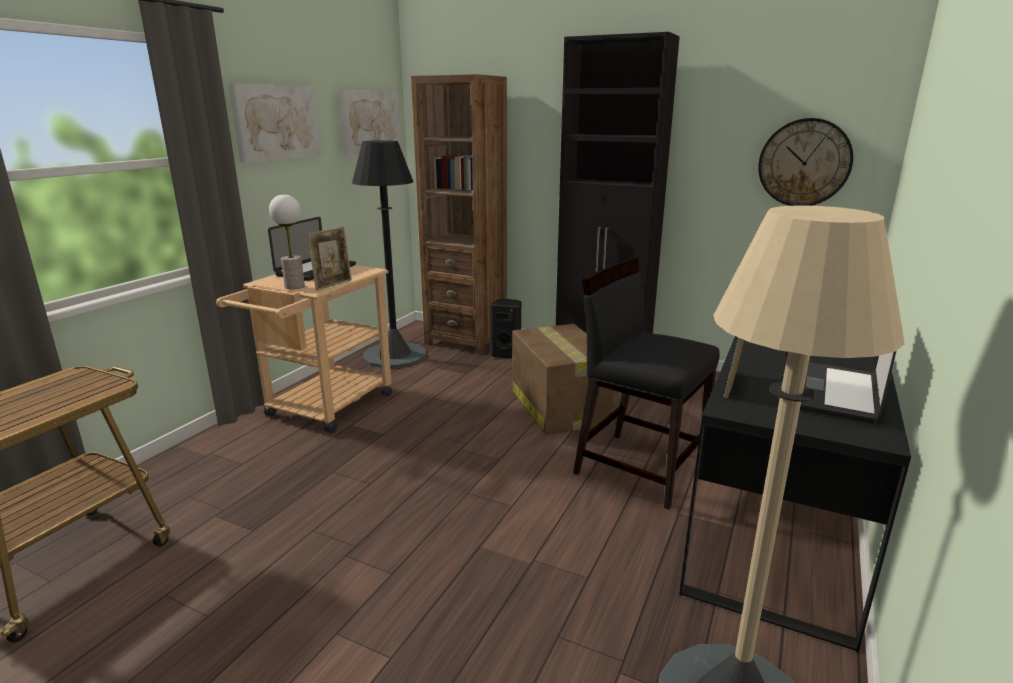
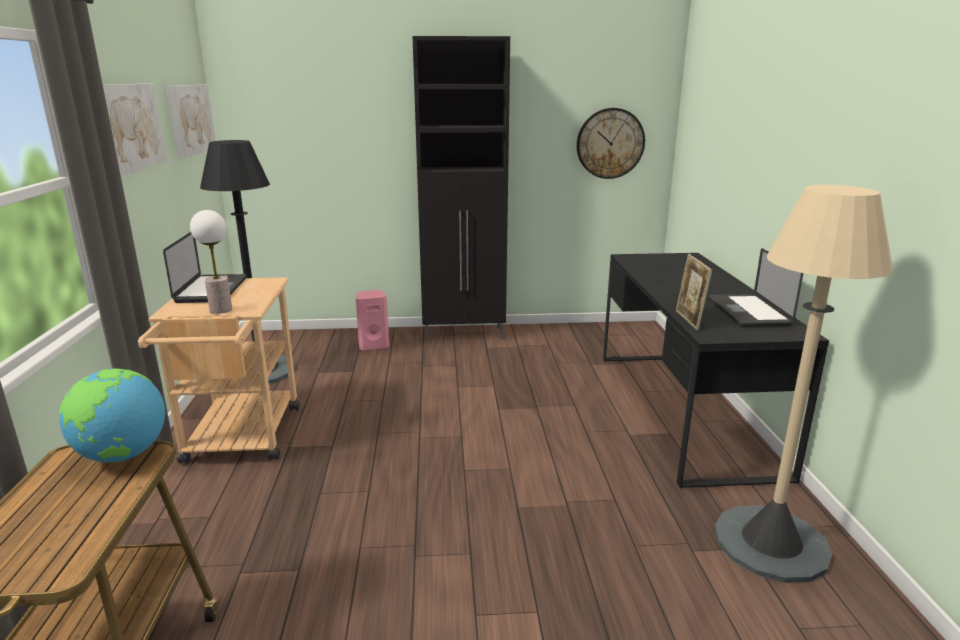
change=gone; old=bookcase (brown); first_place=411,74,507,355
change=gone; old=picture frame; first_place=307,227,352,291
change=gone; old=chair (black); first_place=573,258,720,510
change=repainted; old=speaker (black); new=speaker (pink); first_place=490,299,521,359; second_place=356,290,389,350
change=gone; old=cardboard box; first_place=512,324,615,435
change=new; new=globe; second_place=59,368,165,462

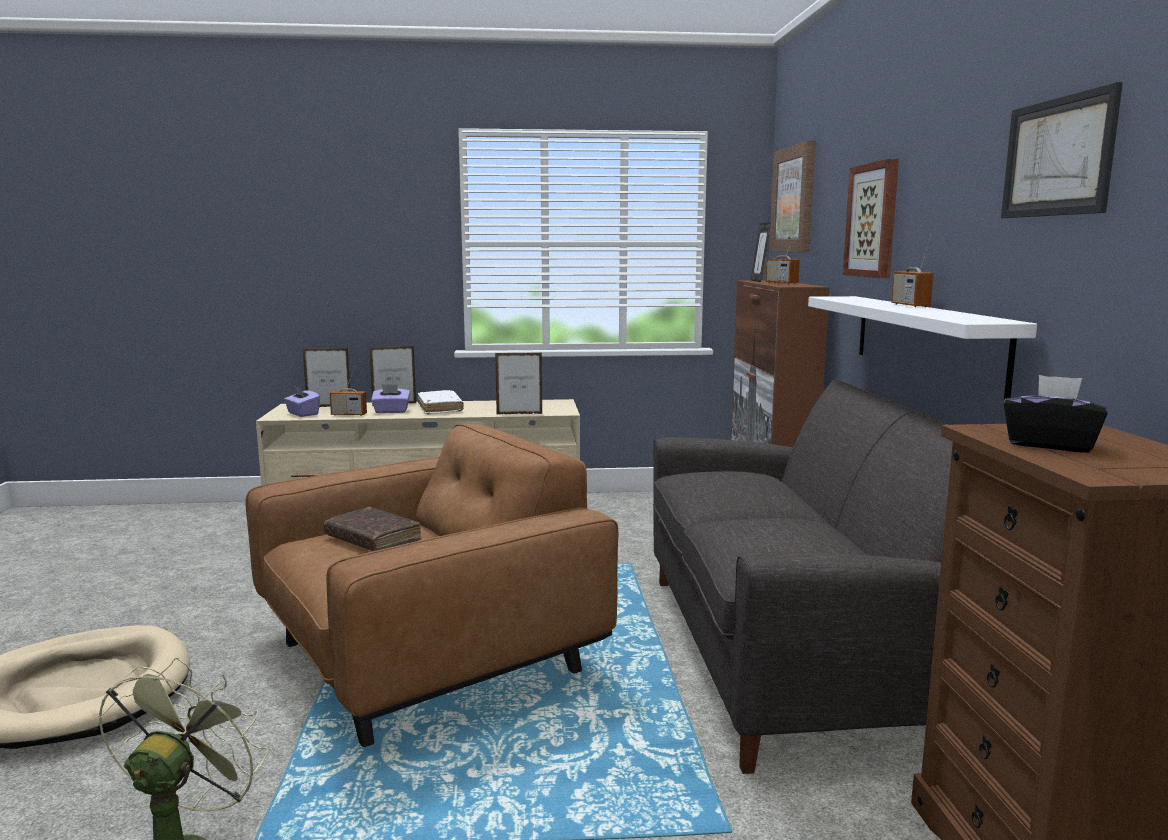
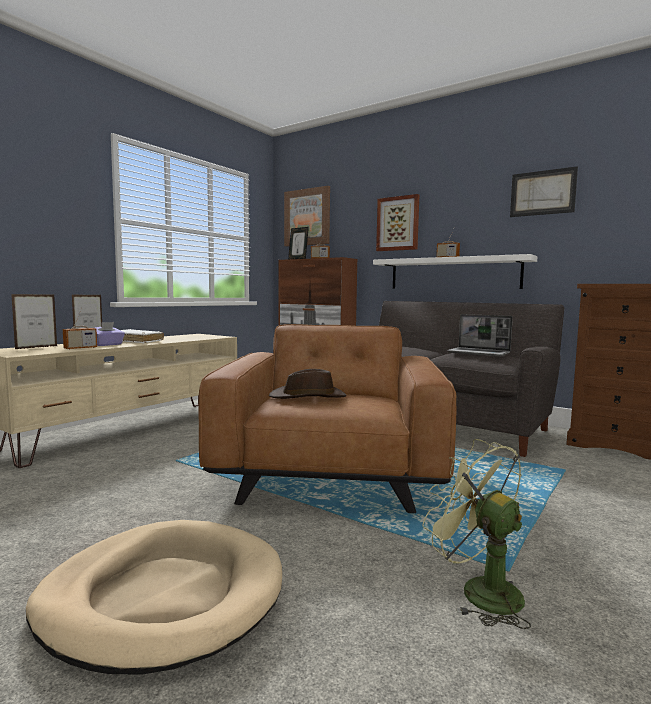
change=gone; old=picture frame; first_place=495,353,543,414
change=gone; old=tissue box (black); first_place=1004,375,1108,453
change=gone; old=tissue box (purple); first_place=284,385,320,417
change=swapped; old=book (brown); new=hat (brown); first_place=324,507,422,551; second_place=269,369,347,399
change=new; new=laptop; second_place=447,314,513,357

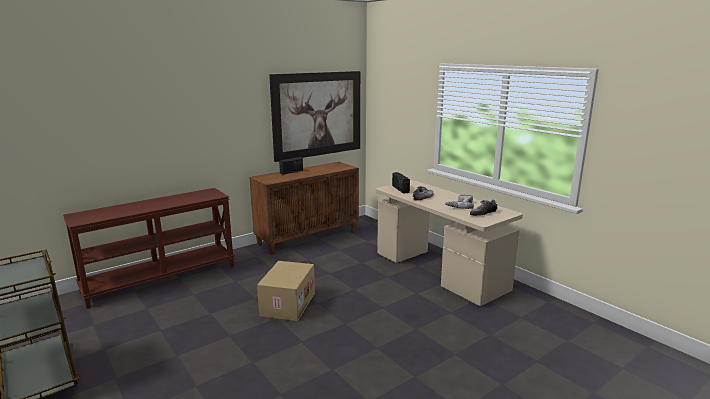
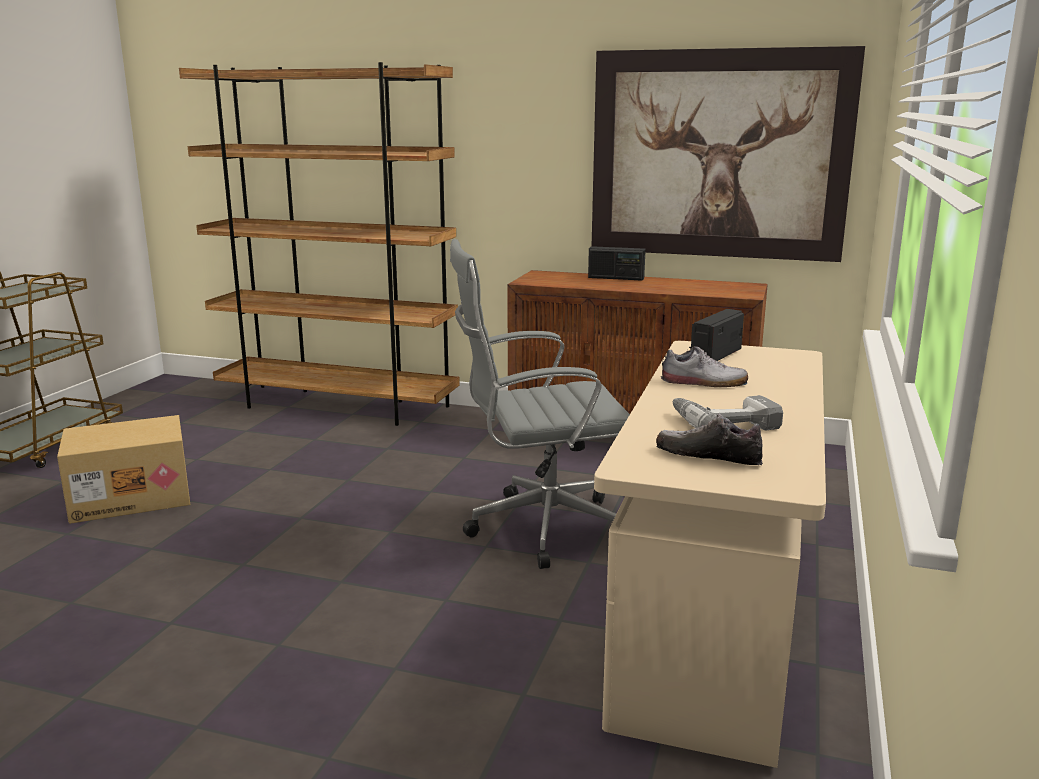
change=swapped; old=console table (brown); new=bookcase (brown); first_place=63,188,234,308; second_place=179,62,460,426
change=shifted; old=cardboard box; first_place=257,261,315,321; second_place=57,415,190,524
change=new; new=office chair (grey); second_place=450,239,630,569

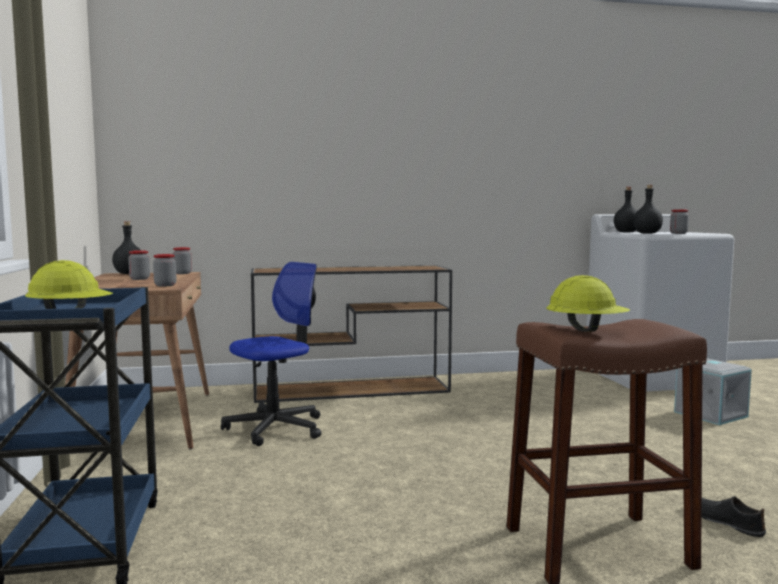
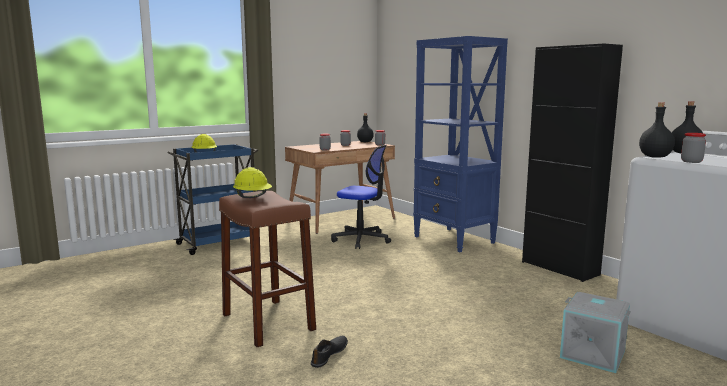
change=swapped; old=console table (brown); new=bookcase (blue); first_place=251,265,452,403; second_place=413,36,508,252
change=new; new=cabinet (black); second_place=522,43,623,282

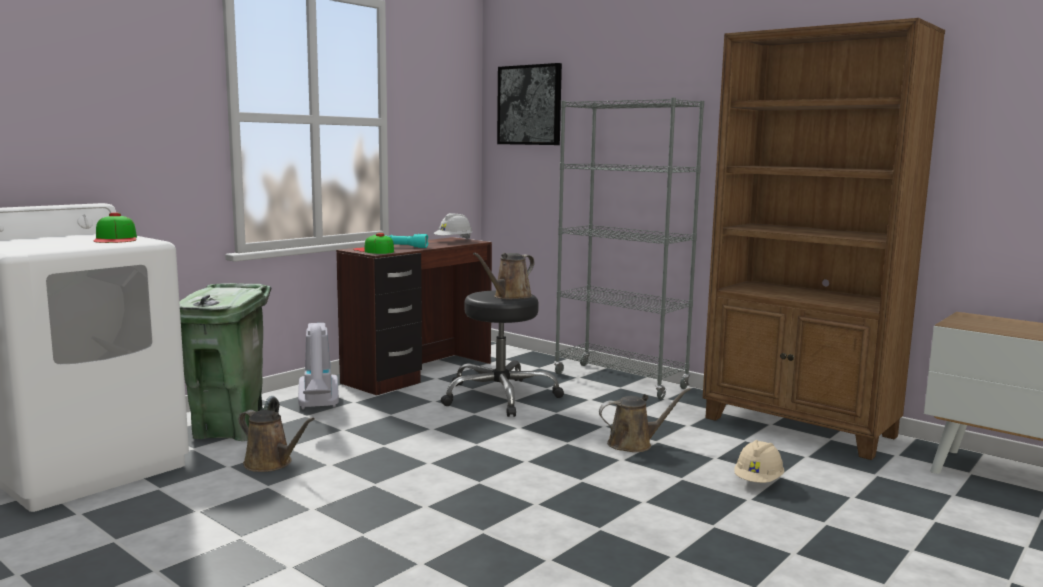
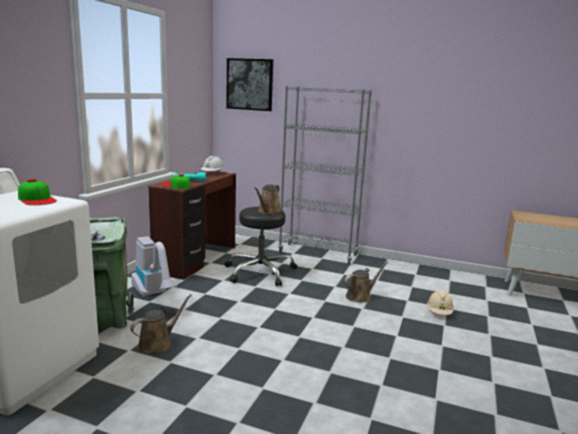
change=gone; old=bookcase (brown); first_place=703,18,945,460
change=rotated; old=watering can (brown); first_place=239,410,315,472; second_place=130,294,192,353; degrees=-60

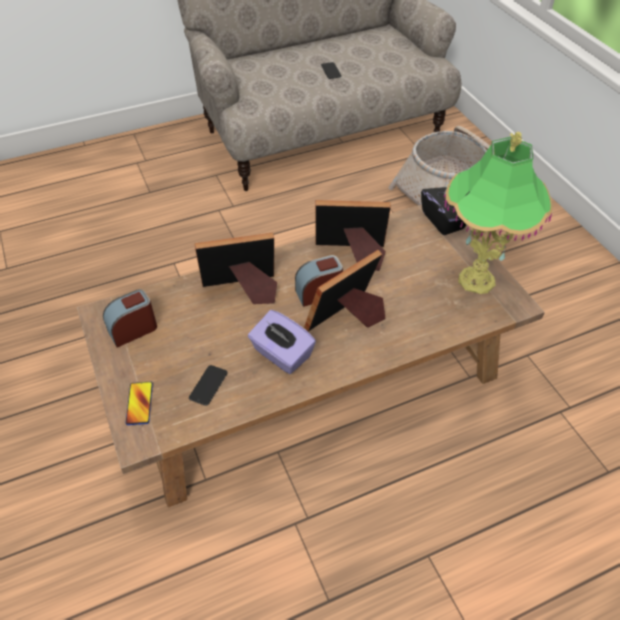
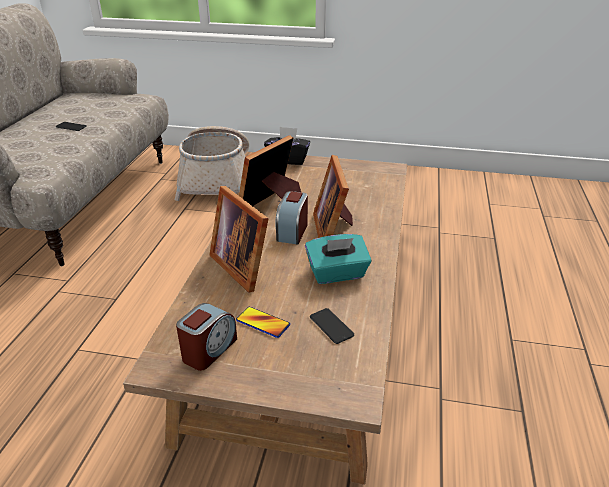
change=gone; old=table lamp; first_place=444,132,553,294
change=rotated; old=picture frame; first_place=195,233,277,304; second_place=209,186,269,293; degrees=-60
change=rotated; old=alarm clock; first_place=103,289,157,348; second_place=176,303,237,371; degrees=-150
change=repainted; old=tissue box (purple); new=tissue box (turquoise); first_place=248,310,316,374; second_place=305,234,372,284
change=shifted; old=phone; first_place=126,382,153,425; second_place=236,307,290,338

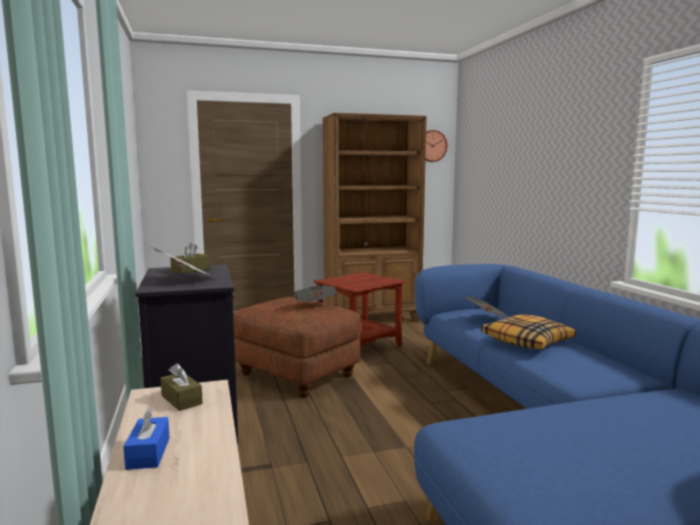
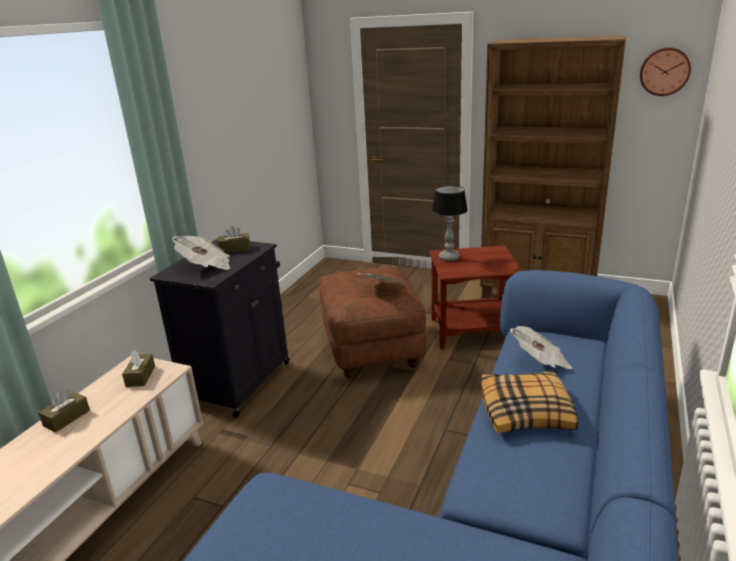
change=repainted; old=tissue box (blue); new=tissue box (brown); first_place=123,407,170,470; second_place=38,389,90,432
change=new; new=table lamp; second_place=432,185,468,261

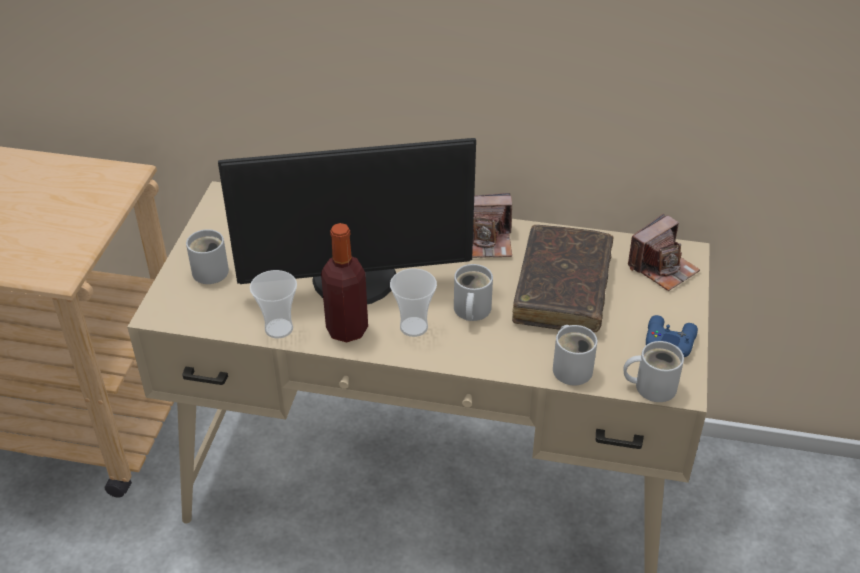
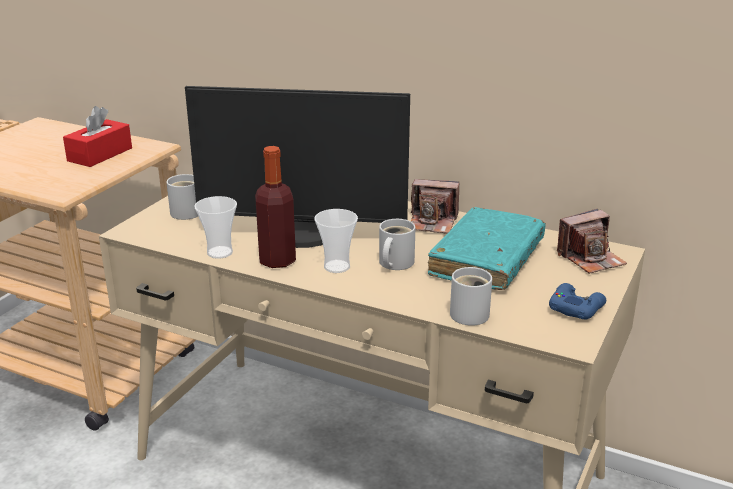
change=repainted; old=book (brown); new=book (turquoise); first_place=512,225,613,332; second_place=428,207,546,290
change=gone; old=mug (white); first_place=624,341,684,402
change=new; new=tissue box (red); second_place=63,106,132,167

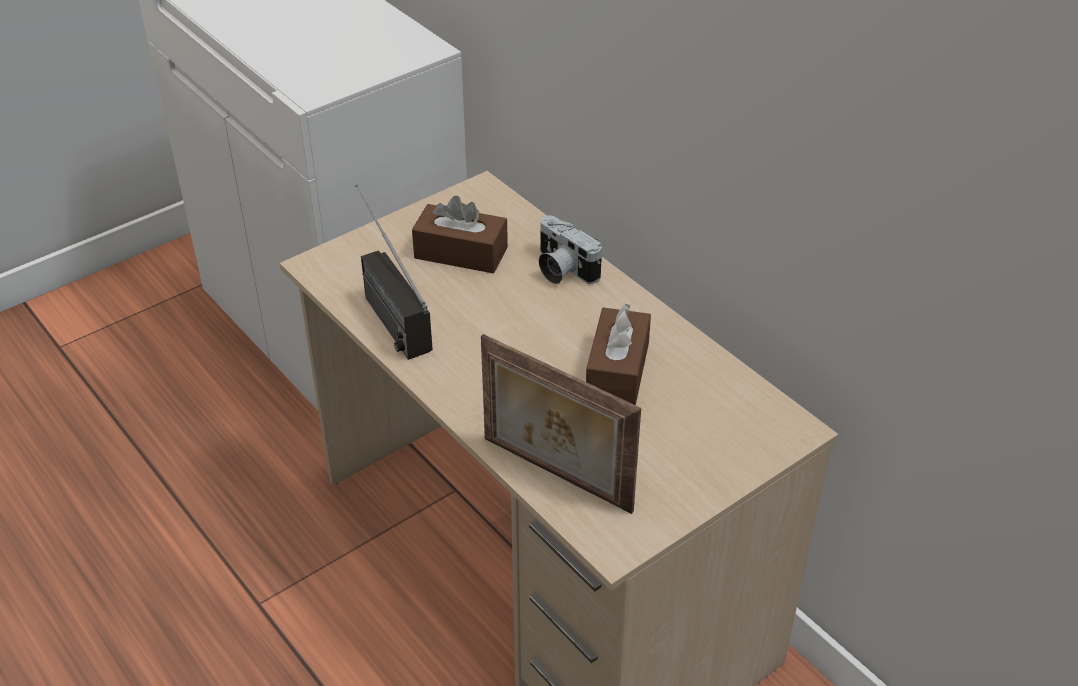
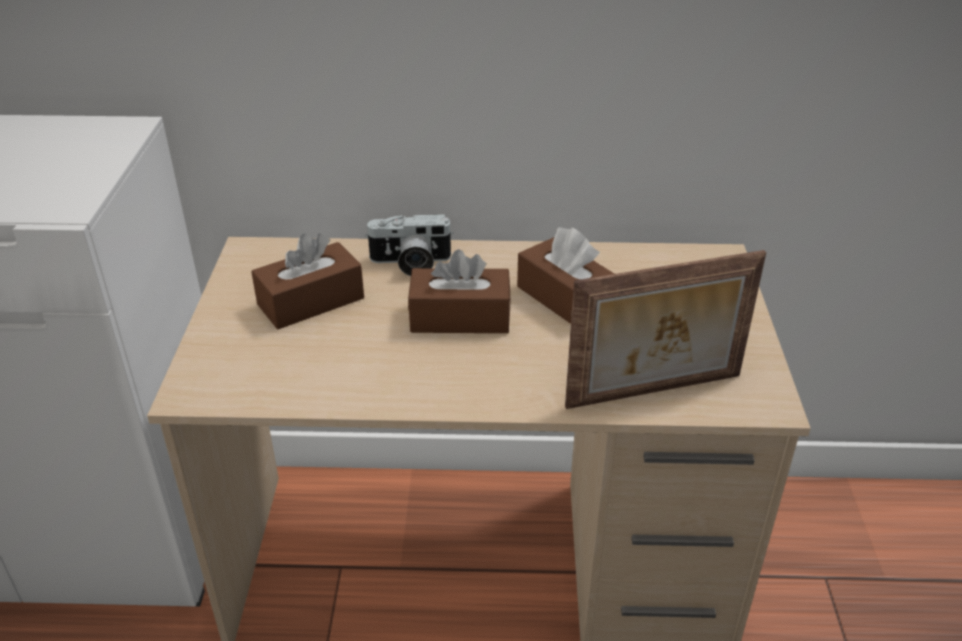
change=gone; old=radio; first_place=355,184,433,360
change=new; new=tissue box (brown); second_place=408,249,511,333

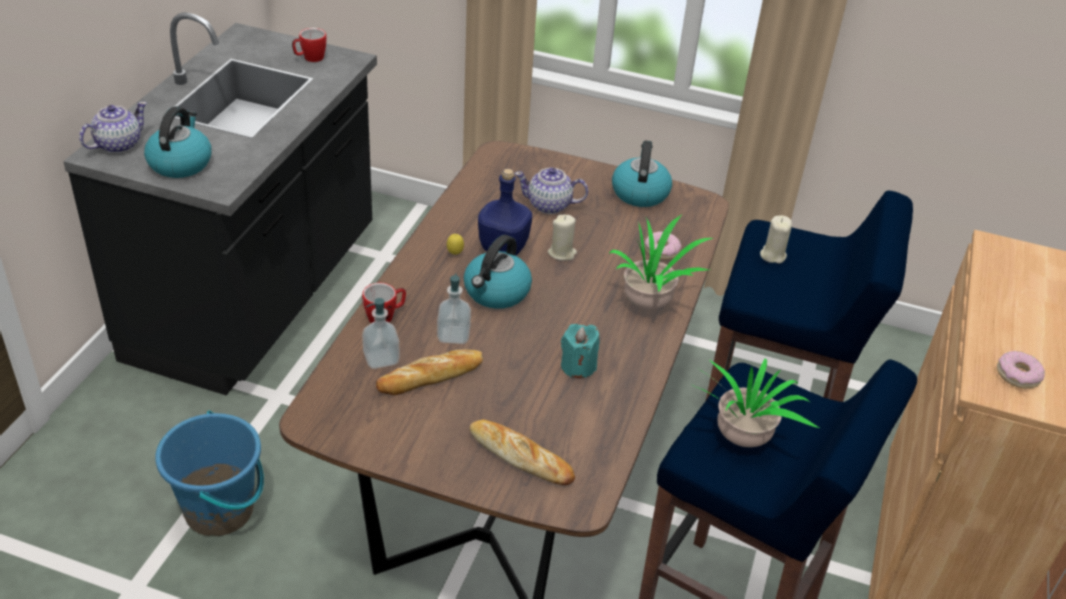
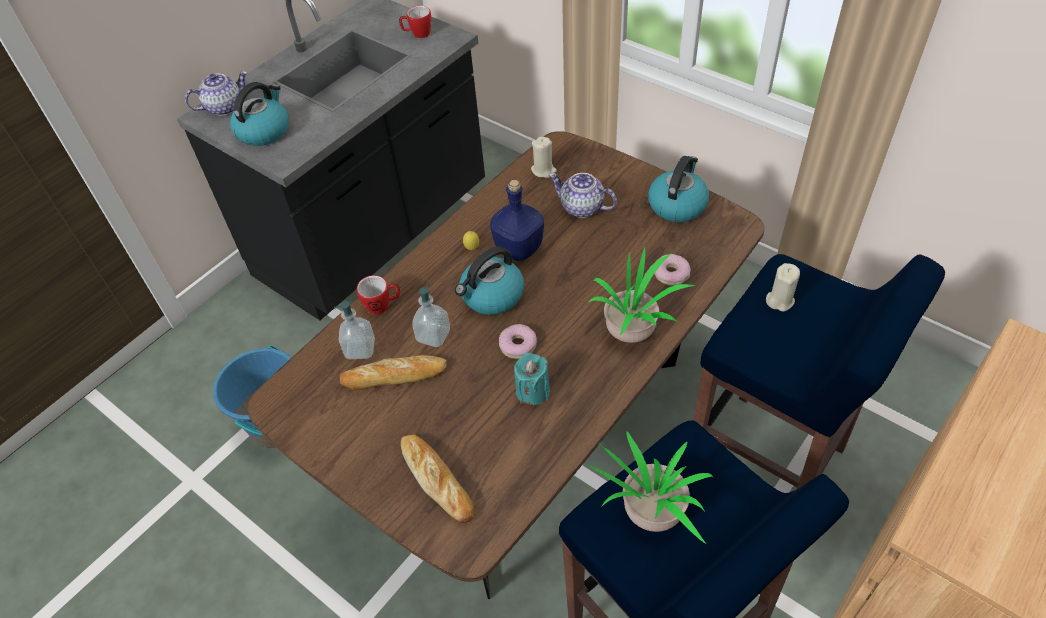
change=shifted; old=candle (beige); first_place=548,215,577,261; second_place=531,137,557,178
change=shifted; old=donut; first_place=997,351,1045,389; second_place=499,324,537,359

